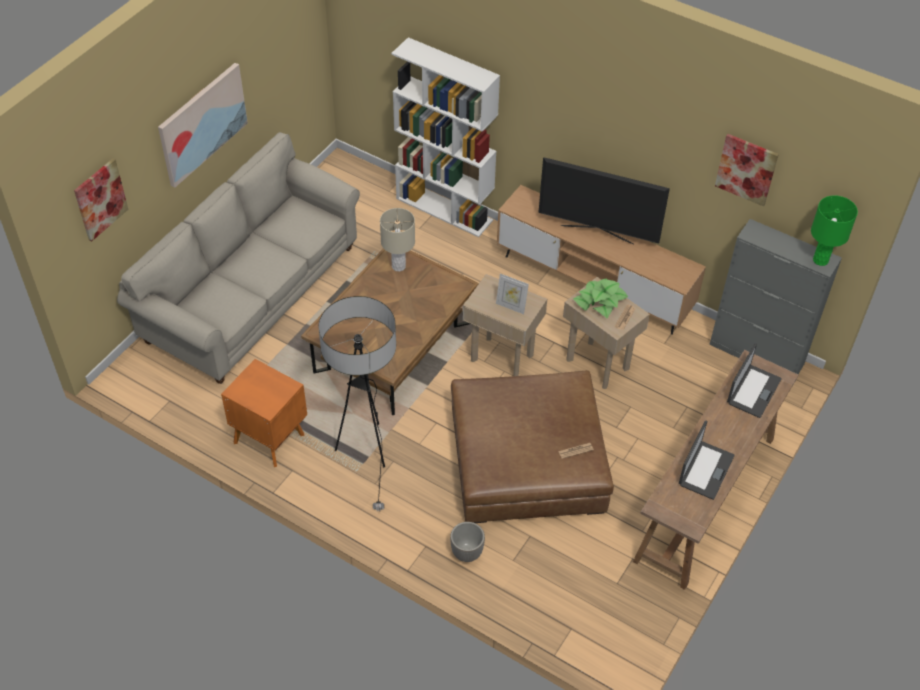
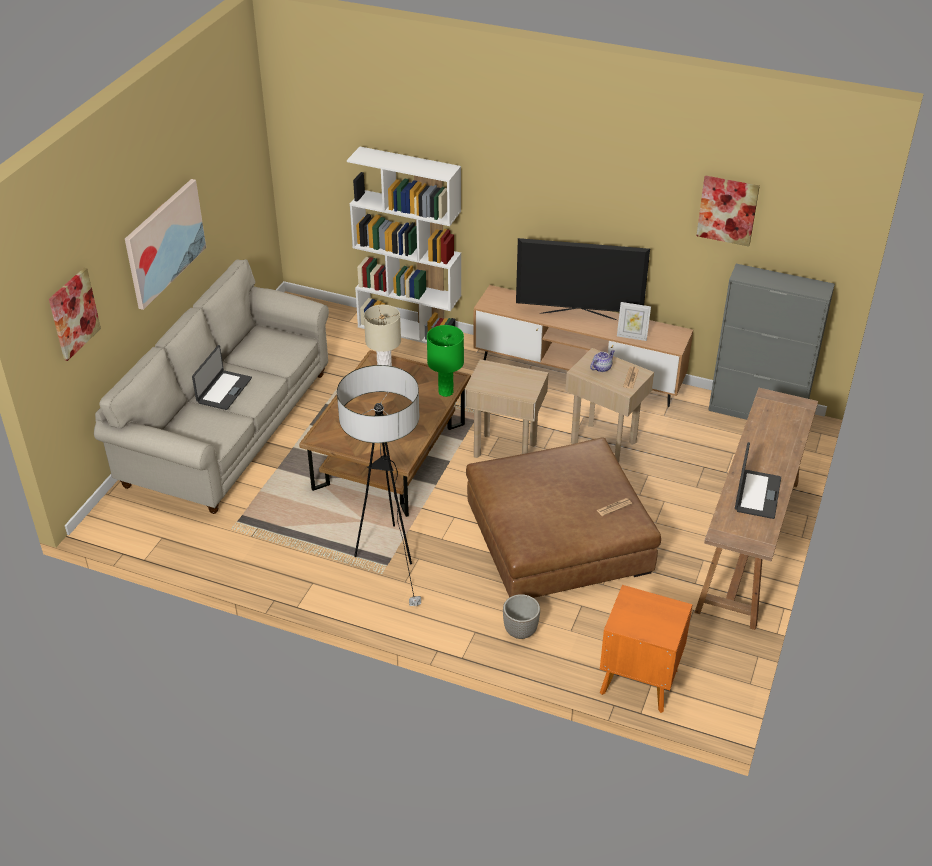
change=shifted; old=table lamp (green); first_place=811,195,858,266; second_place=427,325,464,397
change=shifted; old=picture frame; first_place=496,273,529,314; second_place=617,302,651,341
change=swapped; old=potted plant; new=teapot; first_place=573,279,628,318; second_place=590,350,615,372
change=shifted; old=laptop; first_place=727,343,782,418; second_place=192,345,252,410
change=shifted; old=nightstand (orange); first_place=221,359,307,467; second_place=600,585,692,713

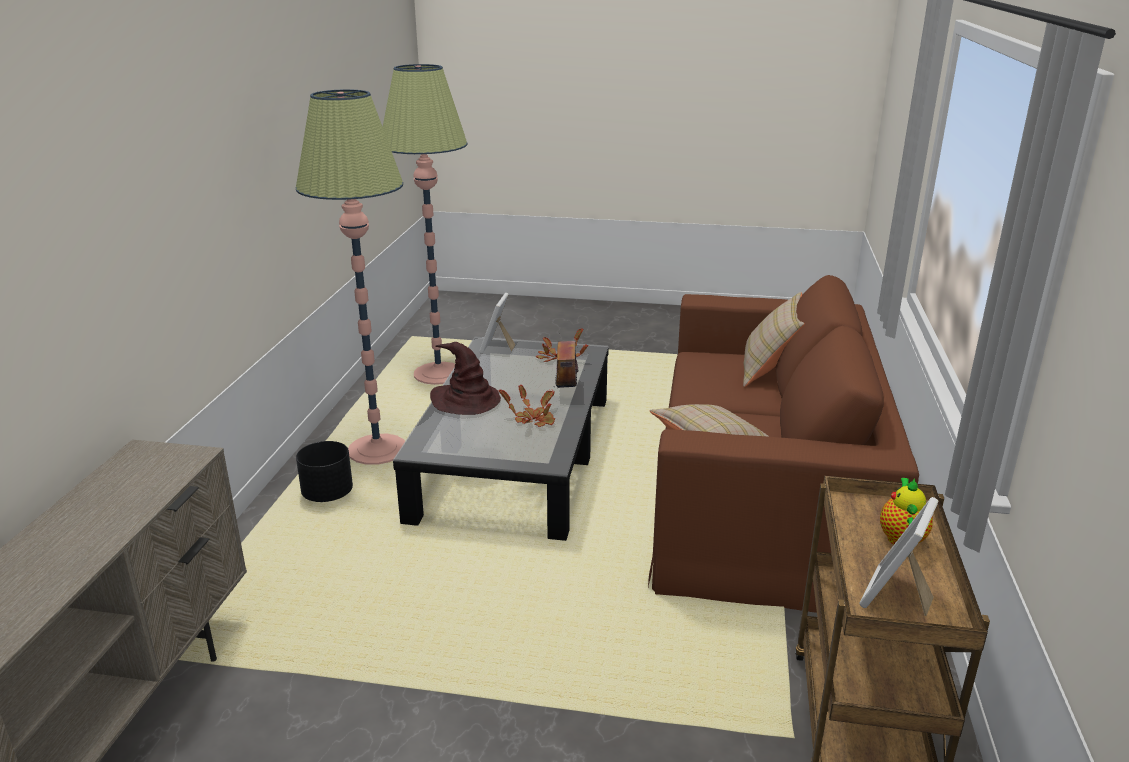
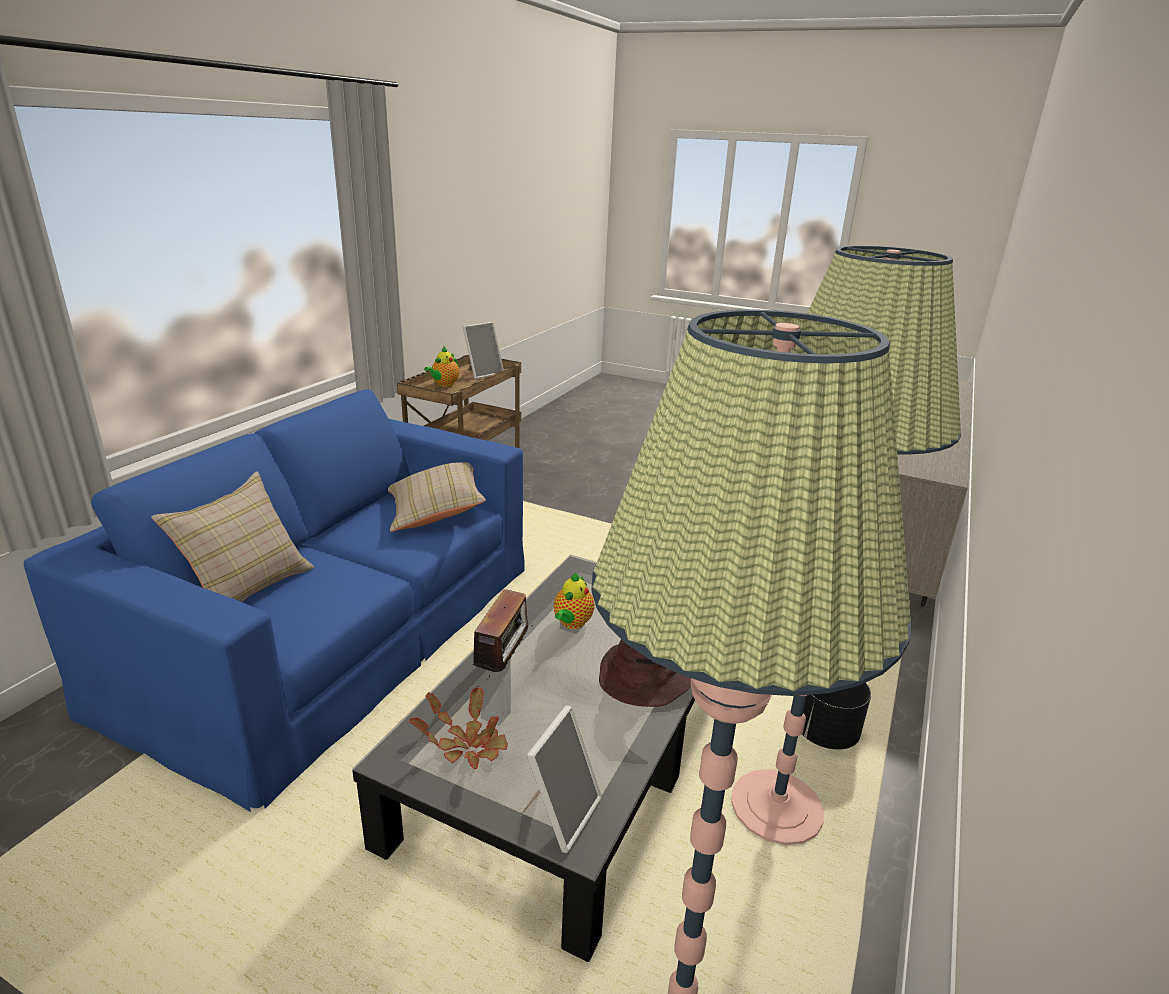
change=repainted; old=sofa (brown); new=sofa (blue); first_place=648,275,919,613; second_place=24,389,525,812
change=swapped; old=potted plant; new=teapot; first_place=499,385,555,427; second_place=554,573,595,629

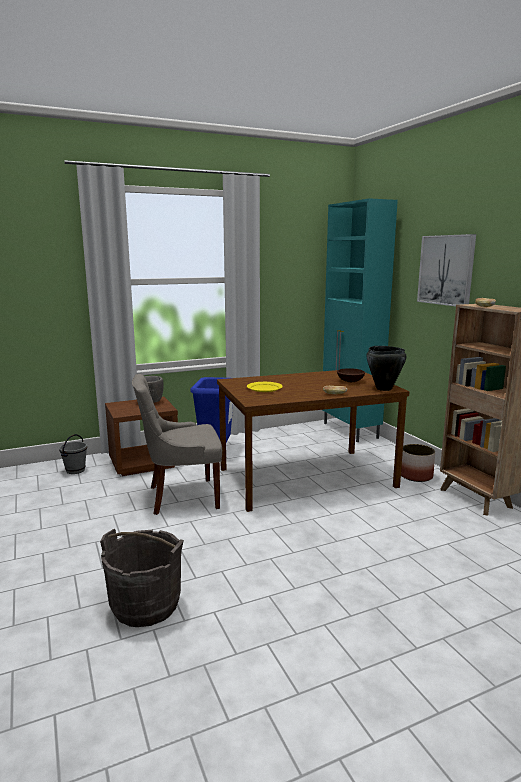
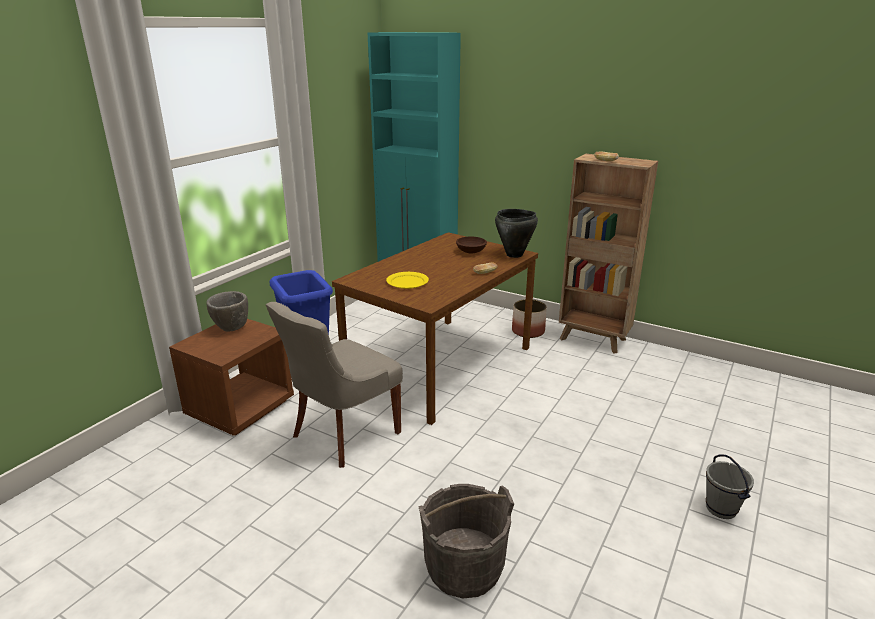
change=gone; old=picture; first_place=417,234,476,306
change=shifted; old=bucket (grey); first_place=59,434,87,474; second_place=706,455,754,519

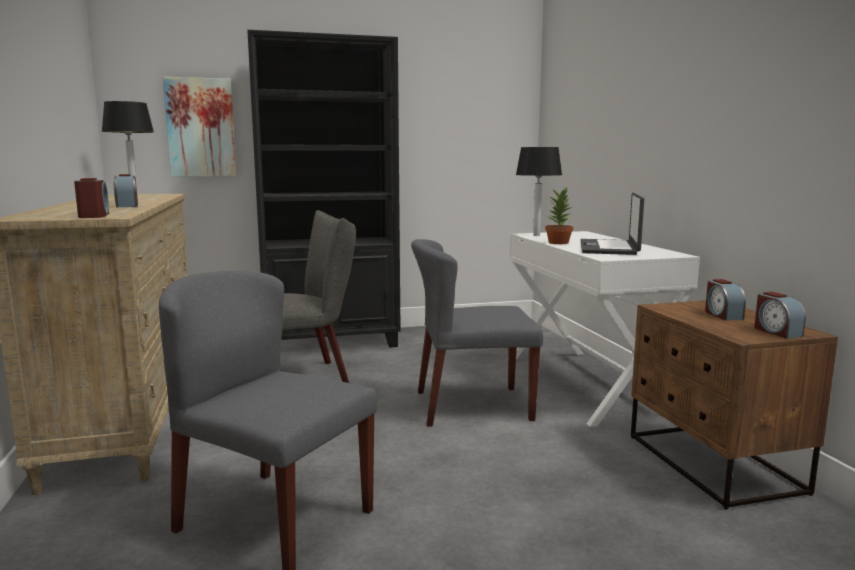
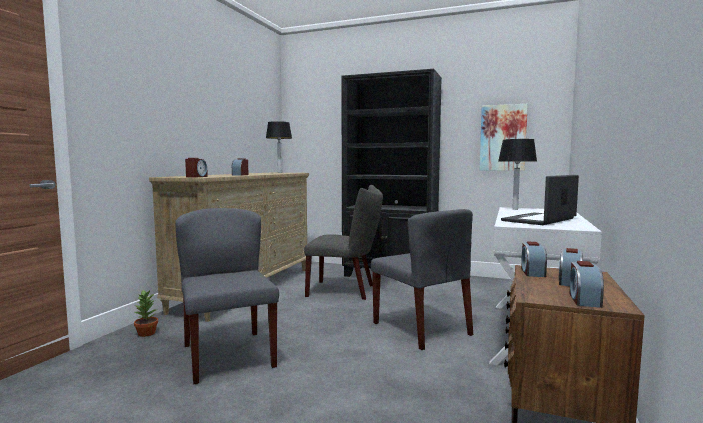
change=shifted; old=picture; first_place=163,77,237,177; second_place=480,104,528,171
change=shifted; old=potted plant; first_place=545,186,573,244; second_place=134,290,158,337
change=rotated; old=chair (grey); first_place=411,239,543,427; second_place=371,209,473,350; degrees=-150
change=new; new=alarm clock; second_place=521,242,547,277

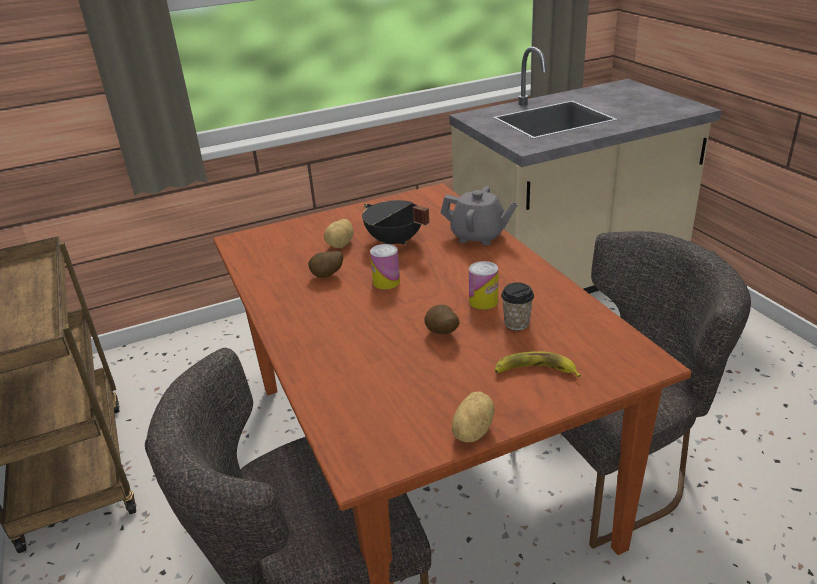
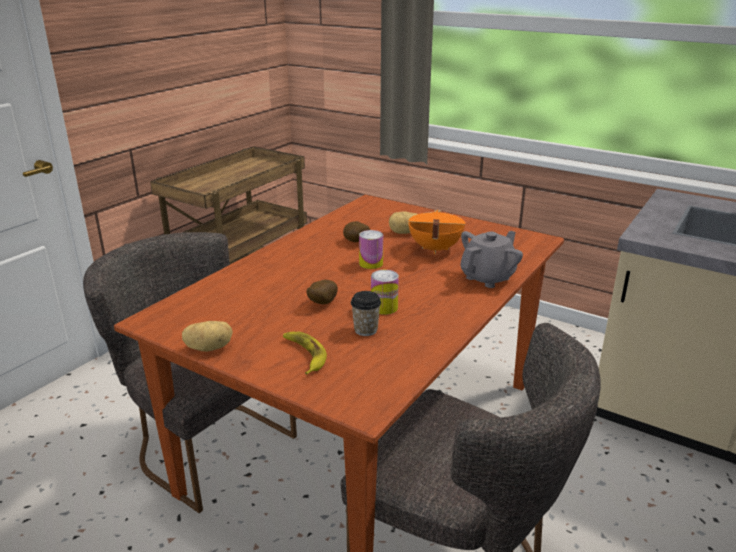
change=rotated; old=teapot (grey); first_place=440,186,518,245; second_place=460,231,523,288; degrees=-120
change=repainted; old=cooking pot (black); new=cooking pot (orange); first_place=362,200,430,245; second_place=408,210,466,254

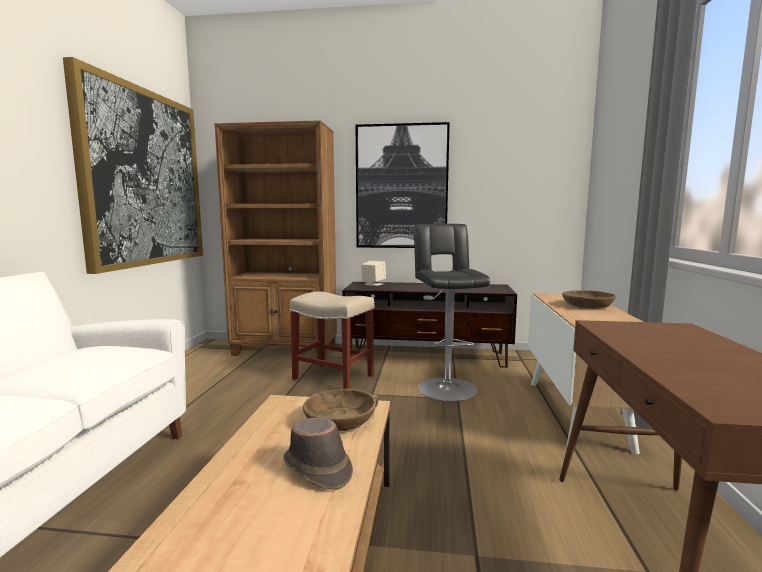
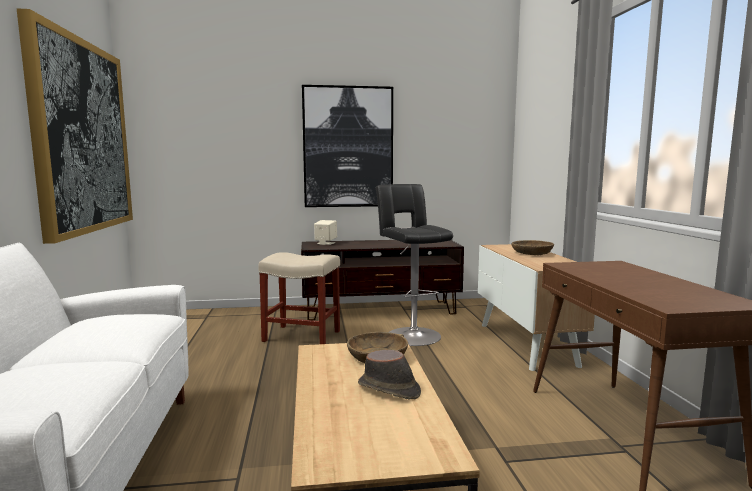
change=gone; old=bookcase (brown); first_place=215,120,337,359

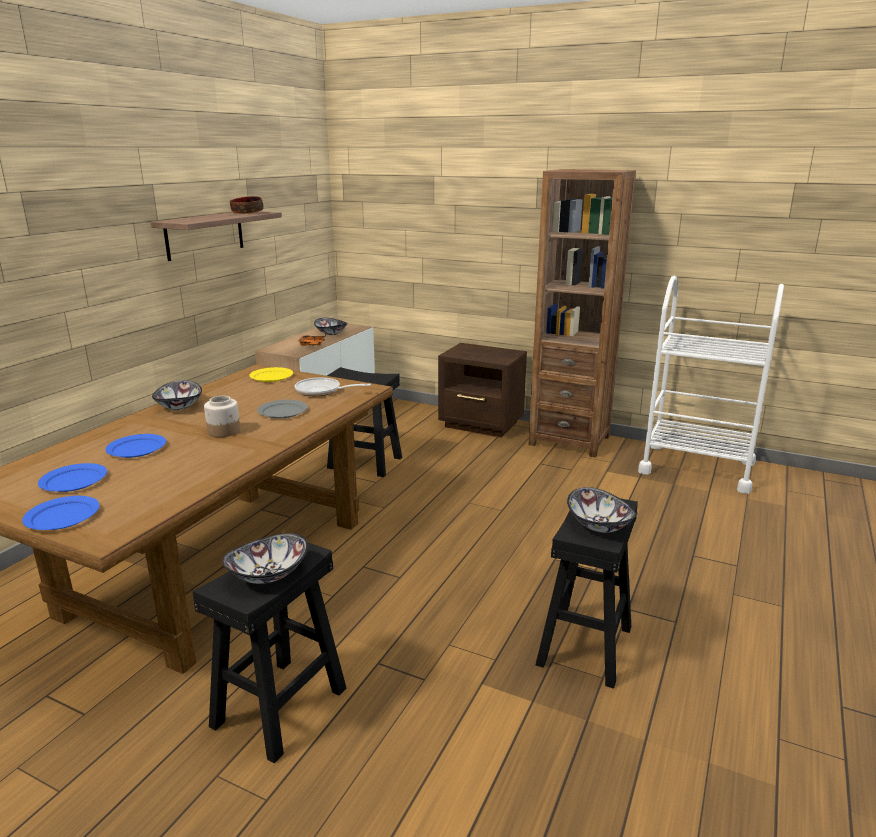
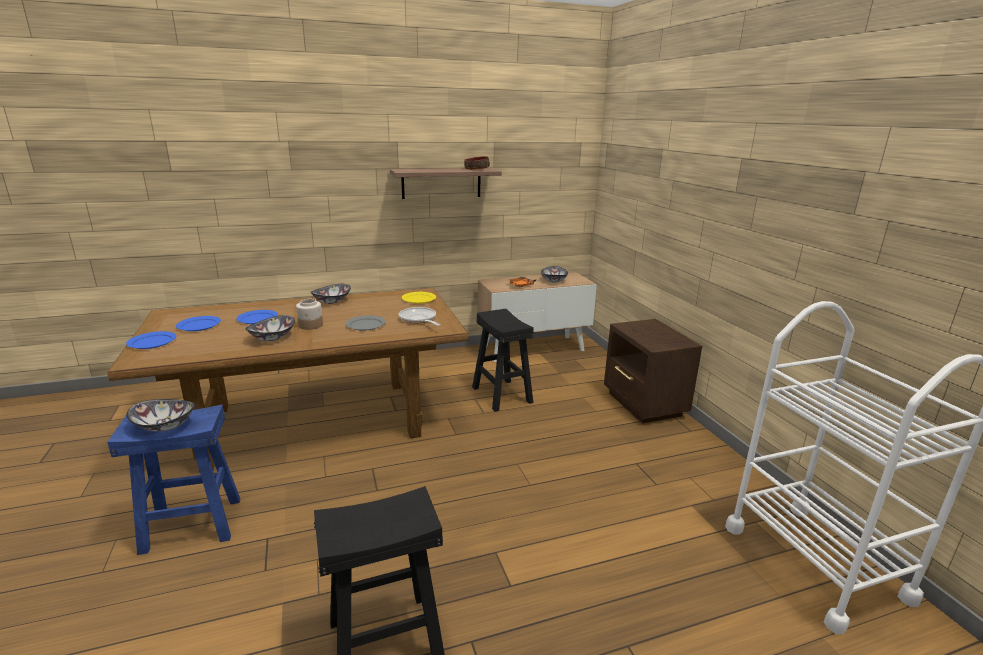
change=gone; old=bookcase (brown); first_place=528,169,636,458
change=shifted; old=bowl; first_place=567,487,636,533; second_place=245,315,295,341
change=repainted; old=stool (black); new=stool (blue); first_place=192,533,346,764; second_place=107,405,240,555

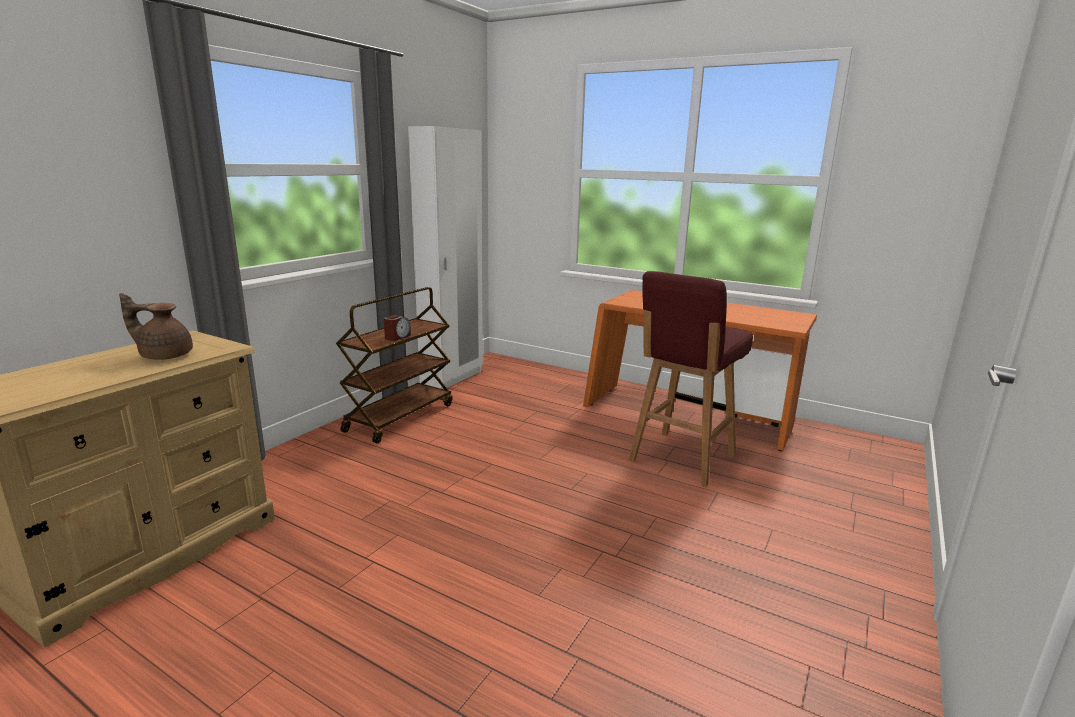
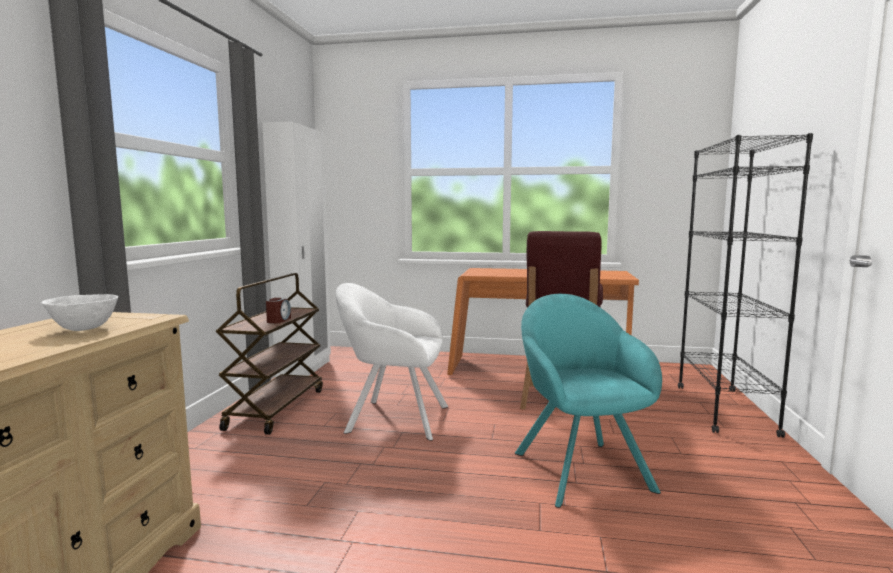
change=swapped; old=teapot (brown); new=bowl (white); first_place=119,293,193,360; second_place=41,294,118,331
change=new; new=bookcase (black); second_place=678,133,813,438
change=new; new=armchair (white); second_place=336,283,448,441
change=new; new=armchair (turquoise); second_place=515,294,662,508

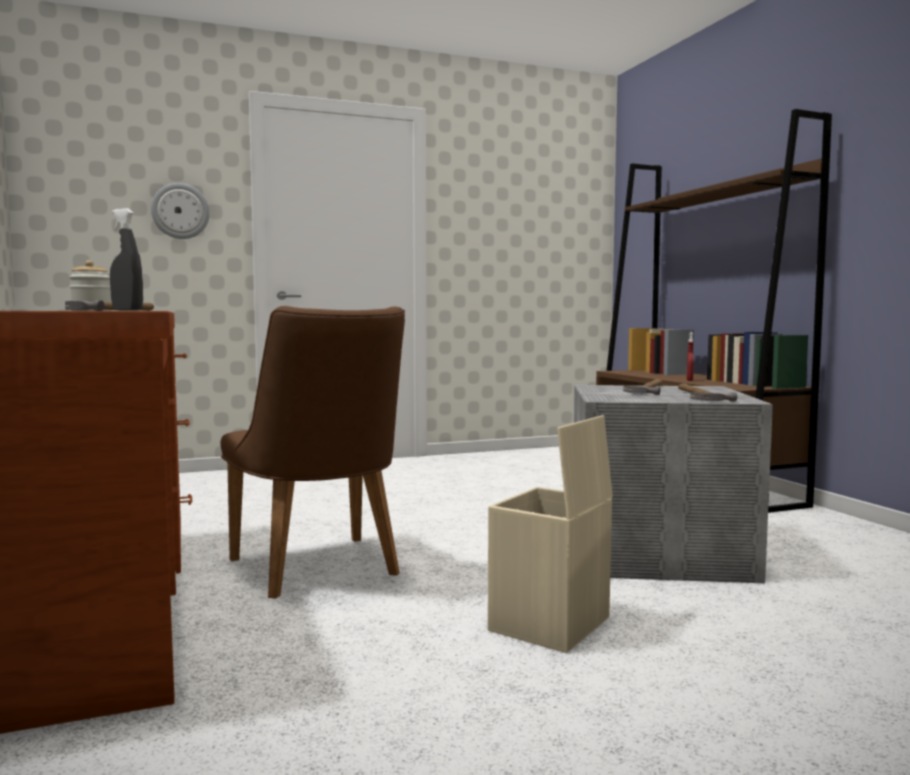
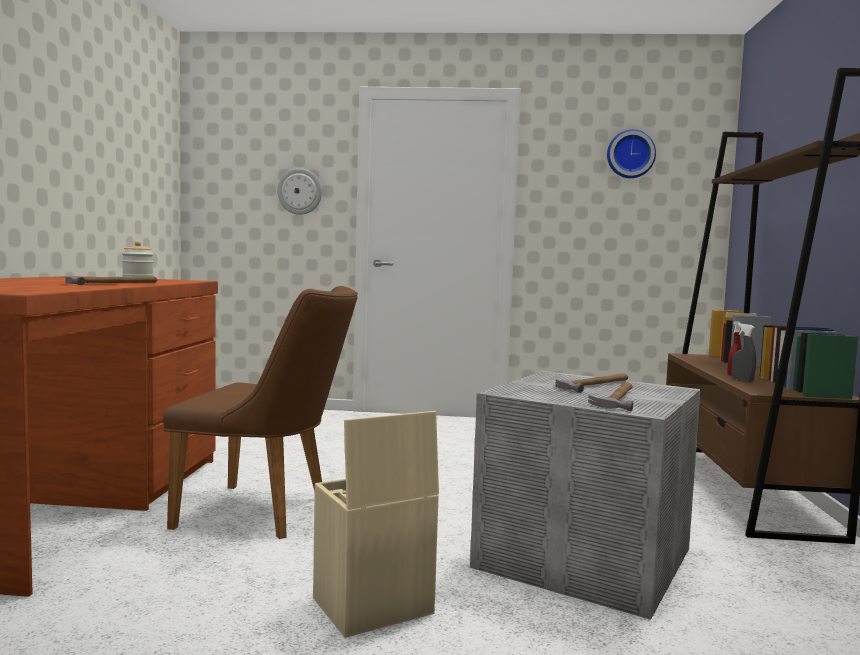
change=shifted; old=spray bottle (grey); first_place=110,208,143,311; second_place=732,323,756,382
change=rotated; old=chair (brown); first_place=221,306,405,599; second_place=163,286,358,539; degrees=-75
change=new; new=wall clock; second_place=607,129,656,178

